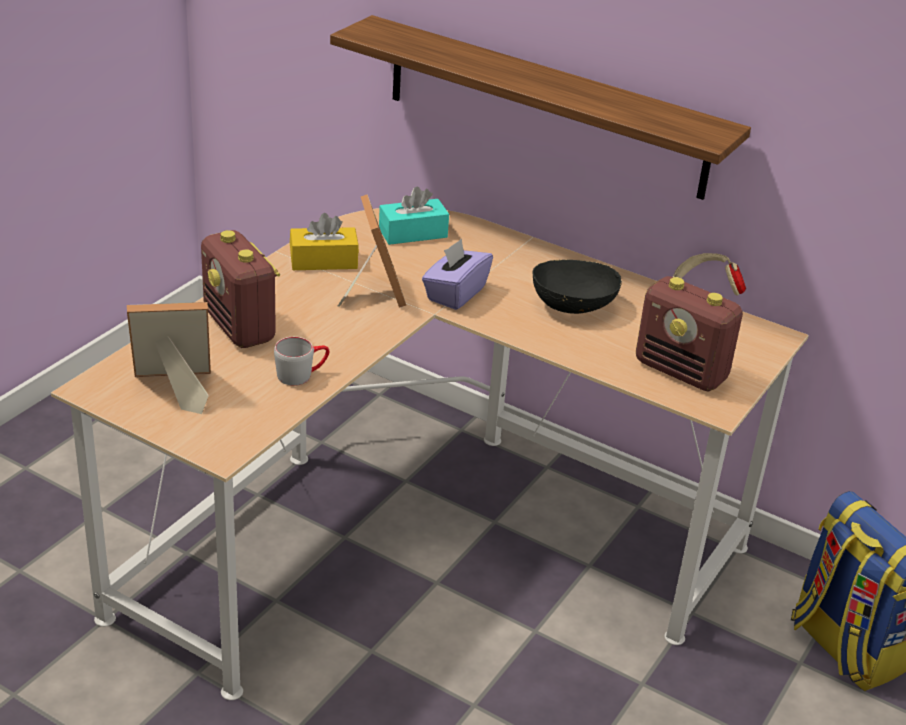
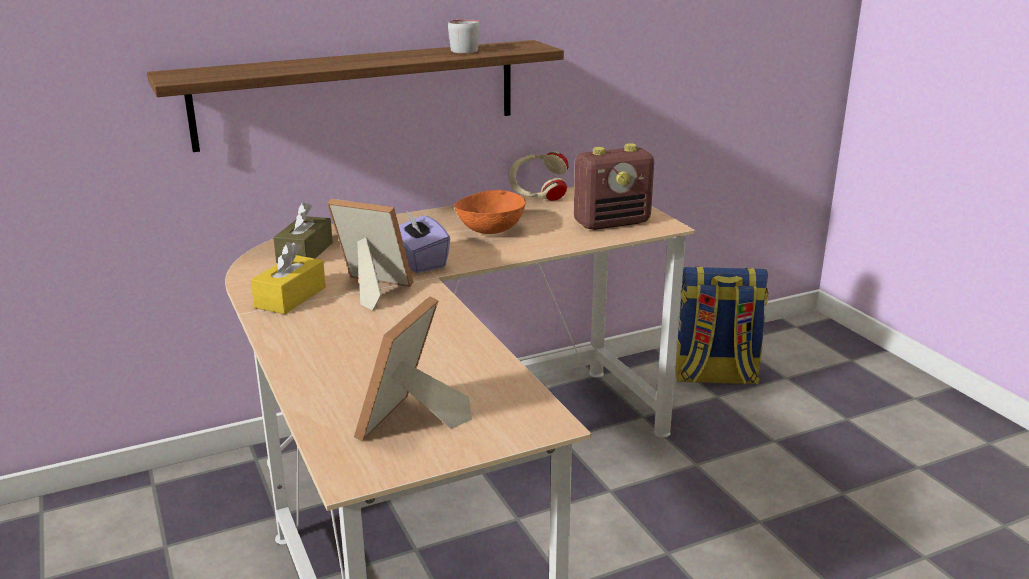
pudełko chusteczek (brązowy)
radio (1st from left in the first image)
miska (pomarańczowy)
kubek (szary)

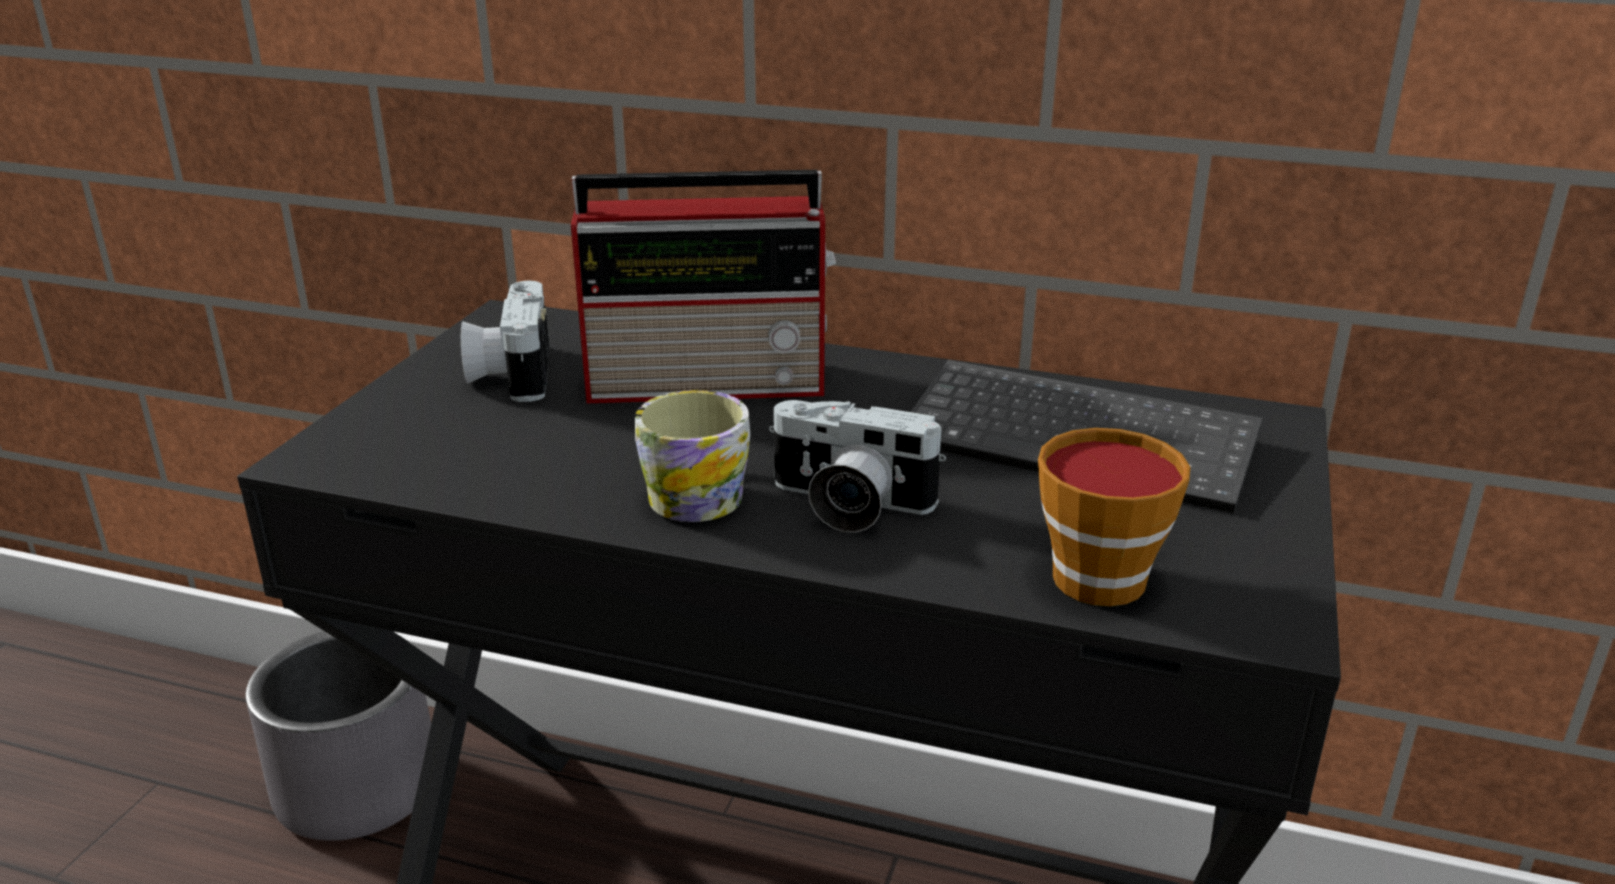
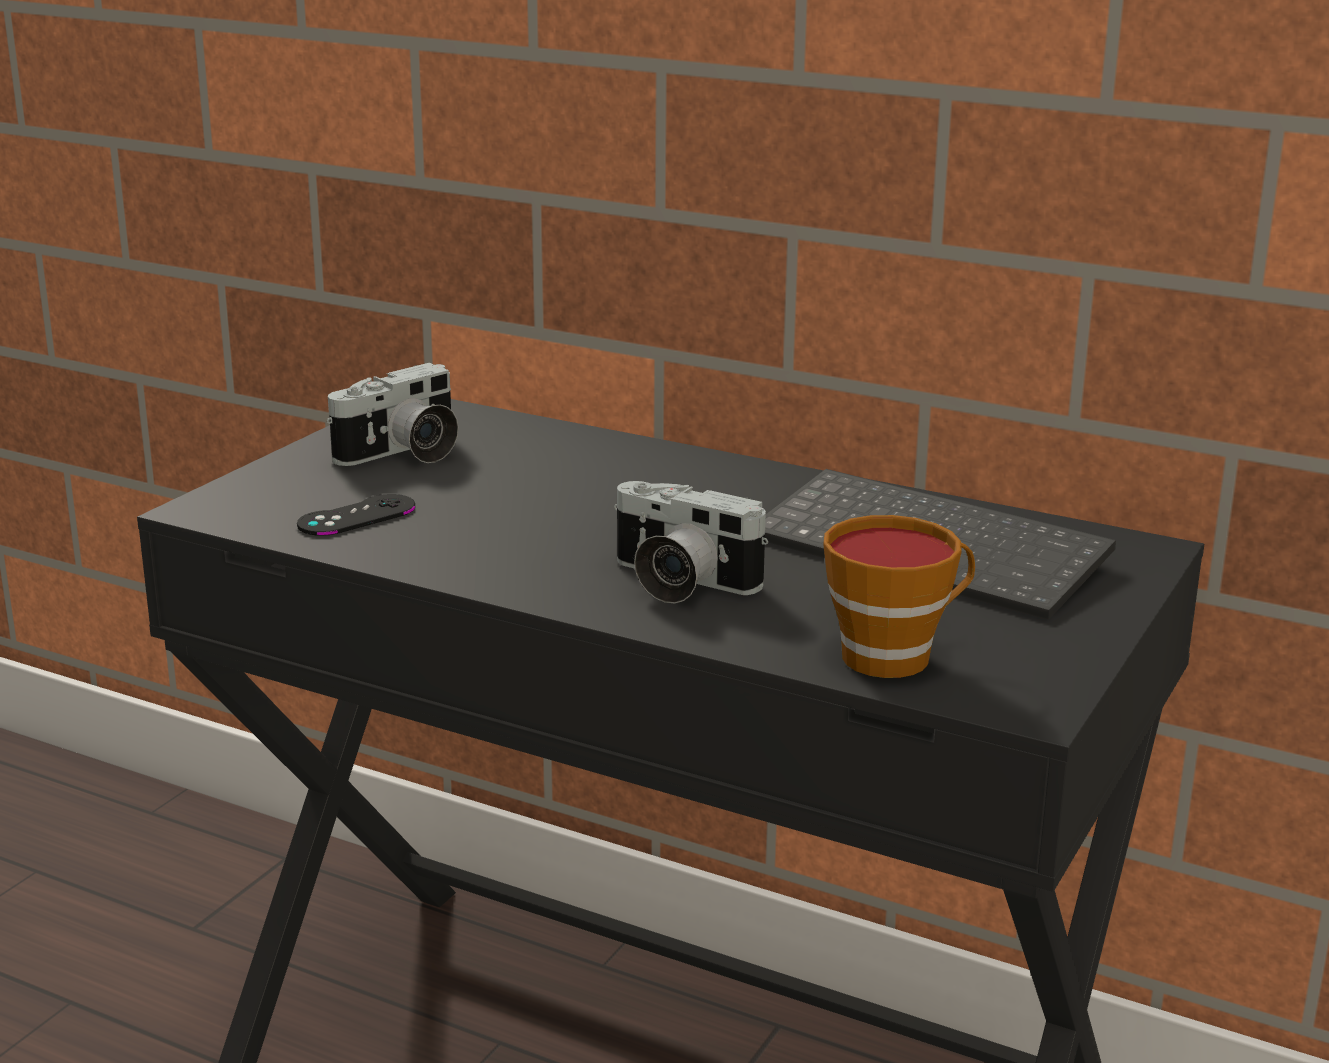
radio
aparat fotograficzny (1st from left)
kubek
donica (szary)
pad do gier (czarny)

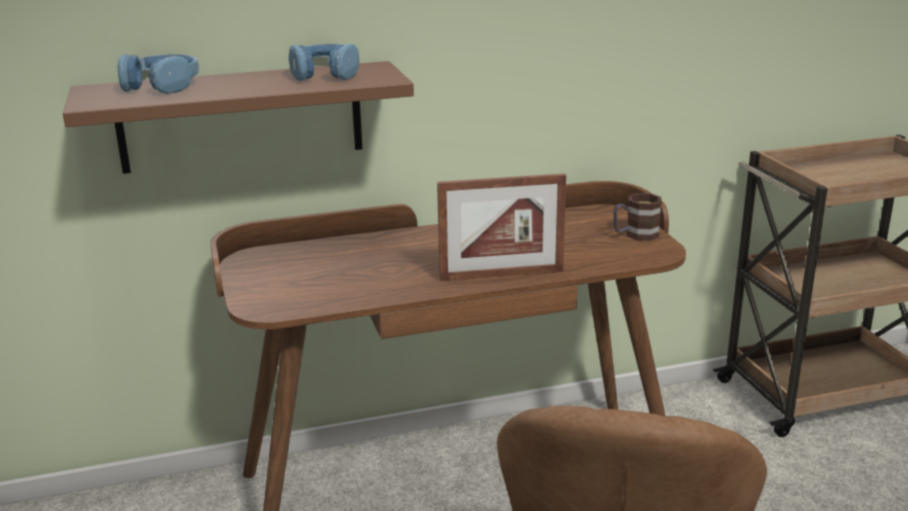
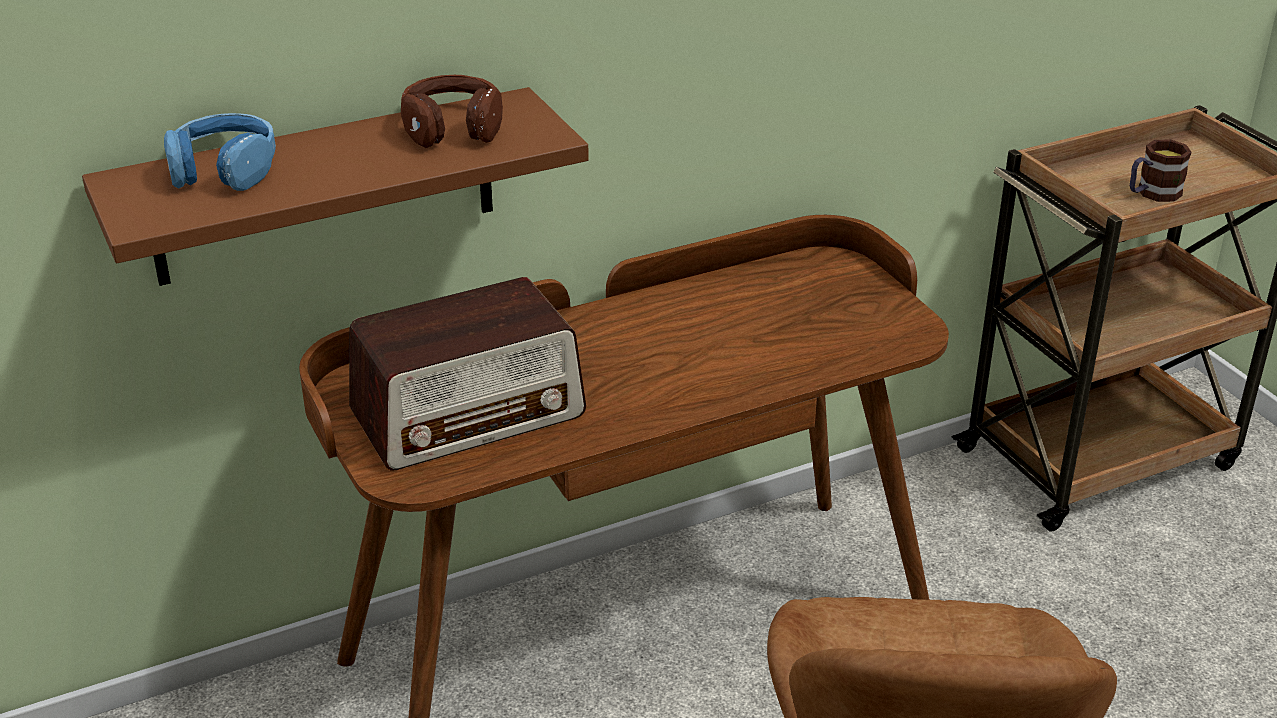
słuchawki (brązowy)
ramka na zdjęcie
kubek
radio

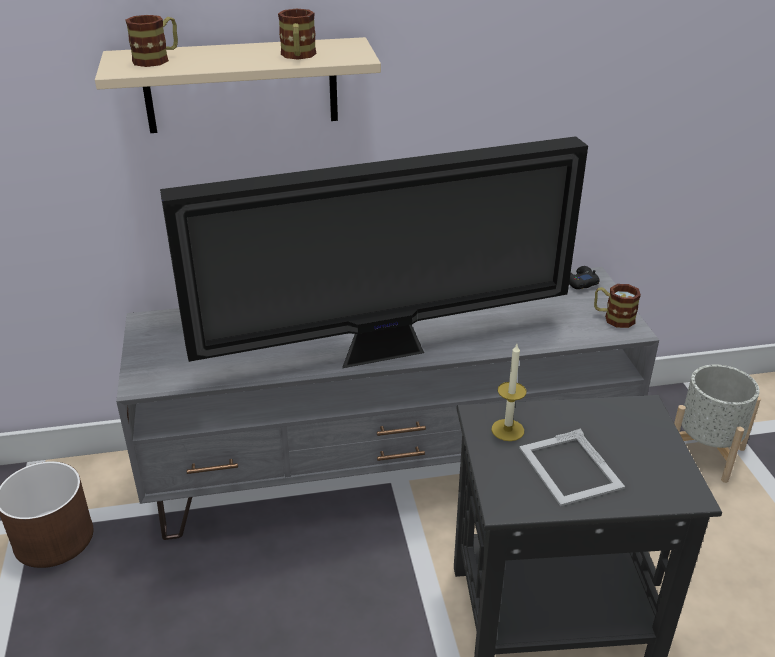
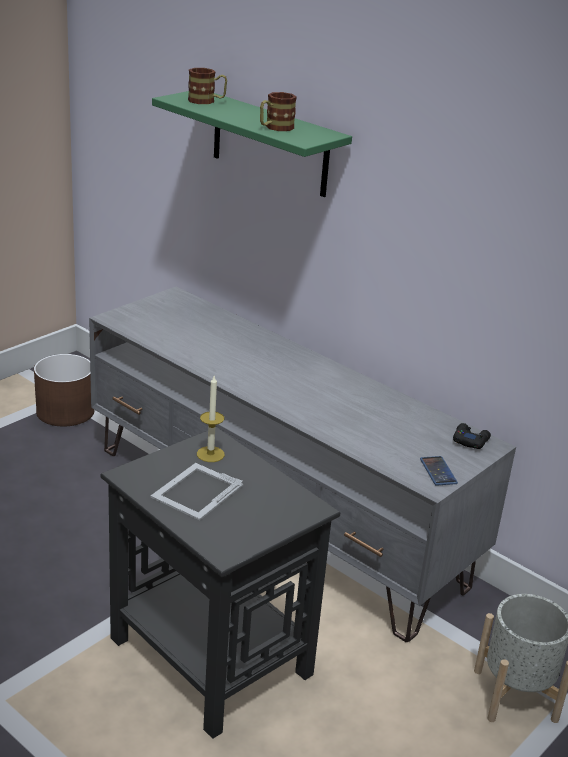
półka (zielony)
telewizor
telefon

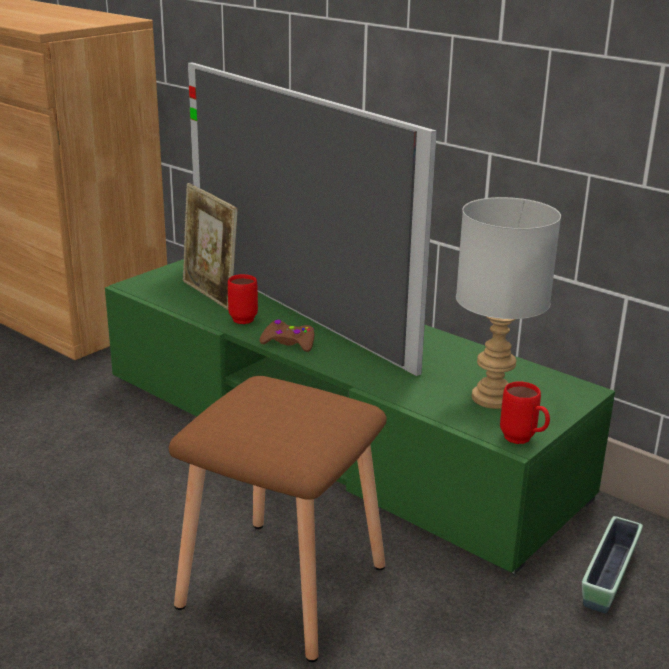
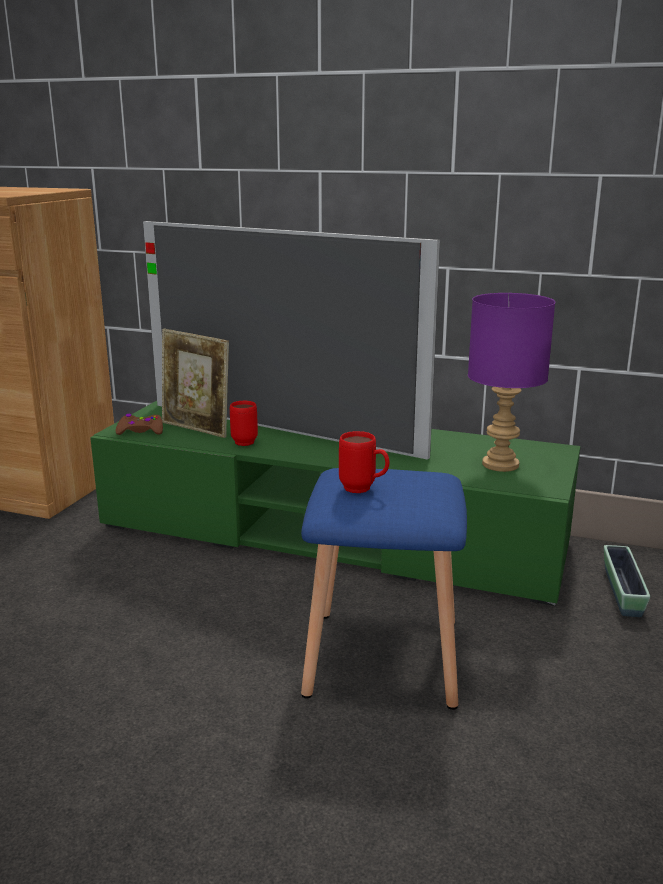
lampa stołowa (fioletowy)
pad do gier (brązowy)
stołek (niebieski)
kubek (czerwony) (2nd from left)

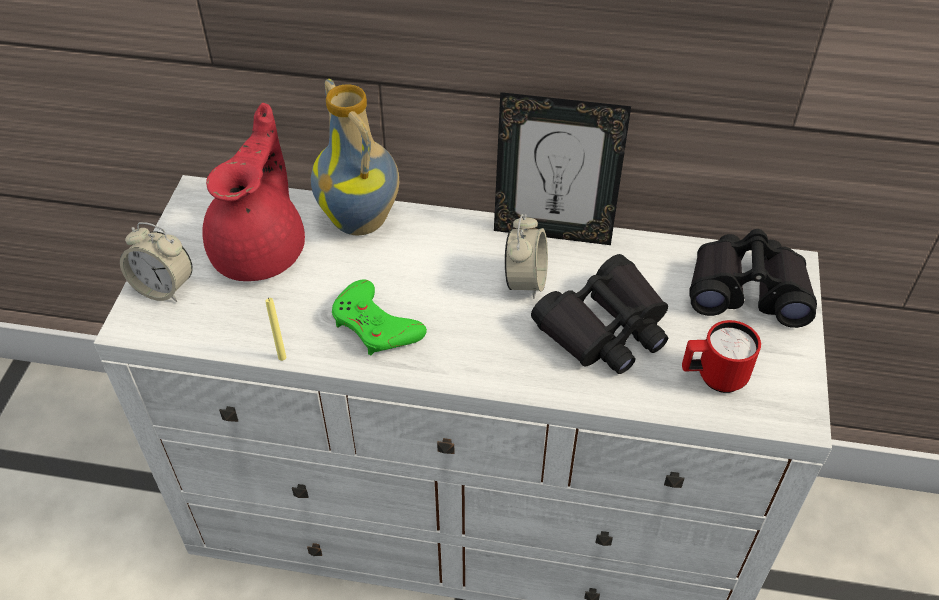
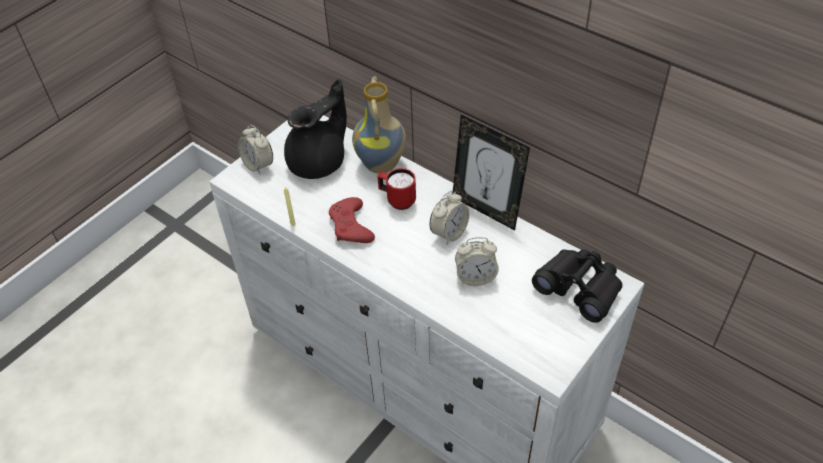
imbryk (czarny)
budzik (3rd from left)
pad do gier (czerwony)
kubek (czerwony)

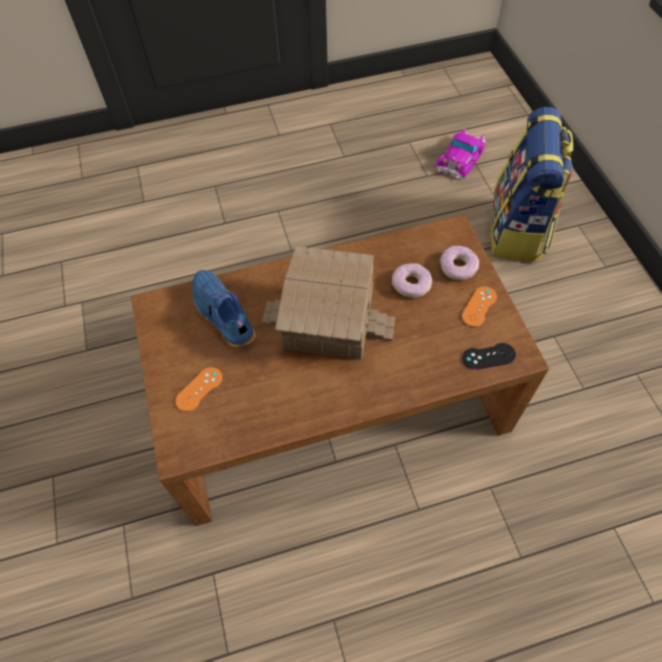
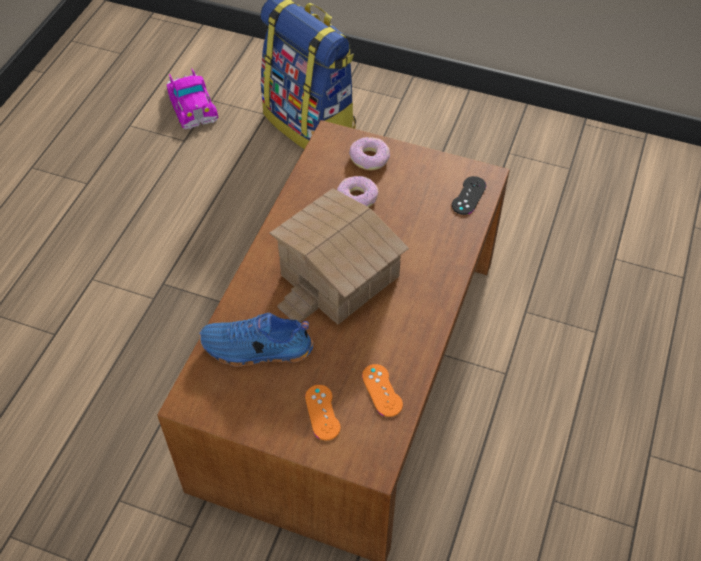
pad do gier (pomarańczowy) (2nd from left)

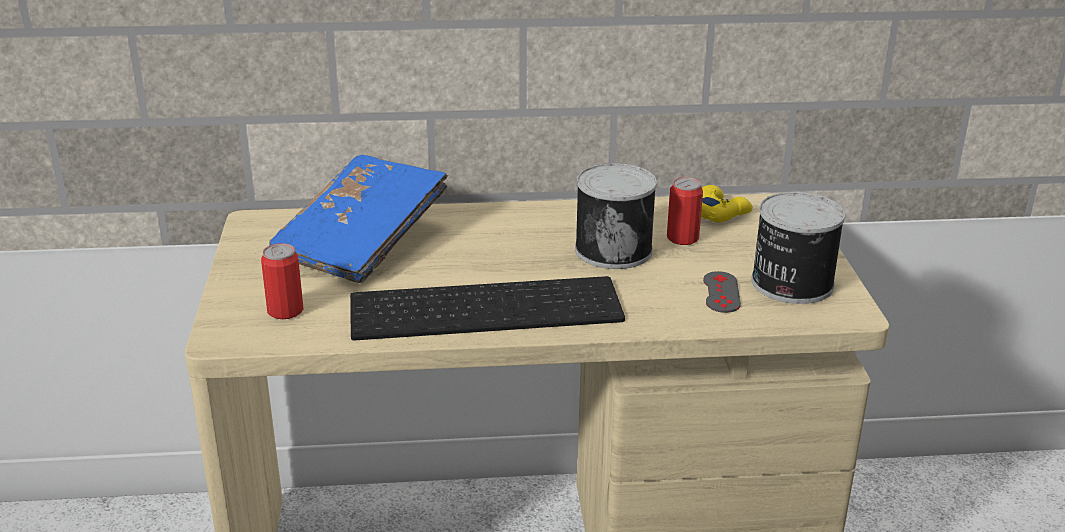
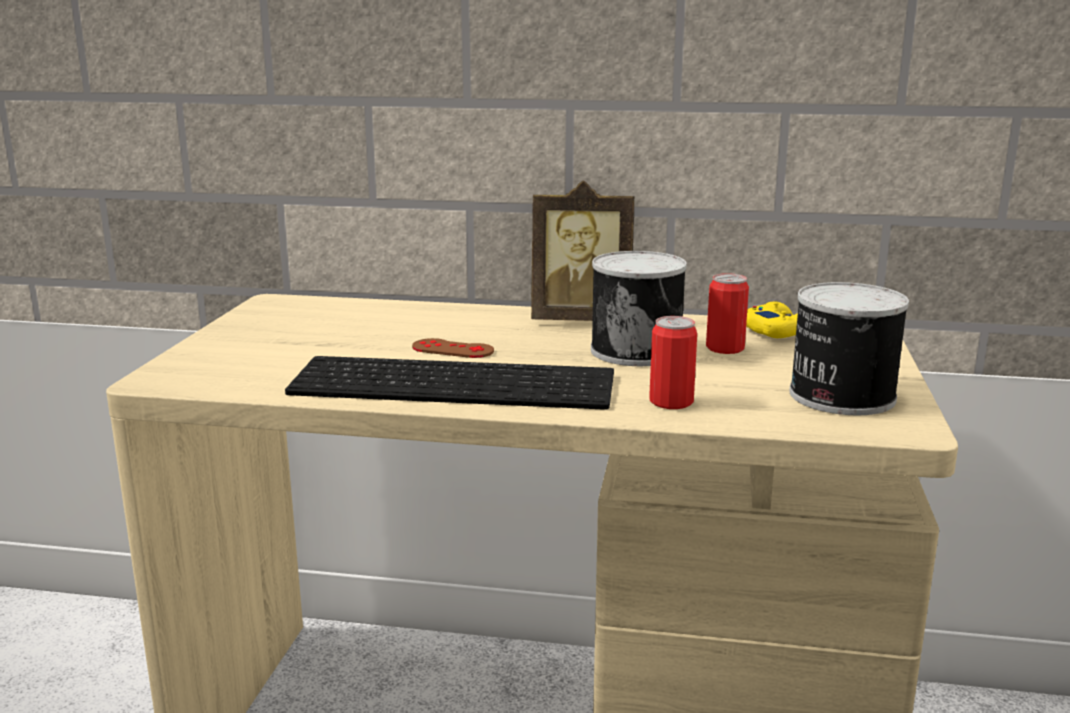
książka (niebieski)
puszka (2nd from left)
pad do gier (szary)
ramka na zdjęcie
pad do gier (brązowy)

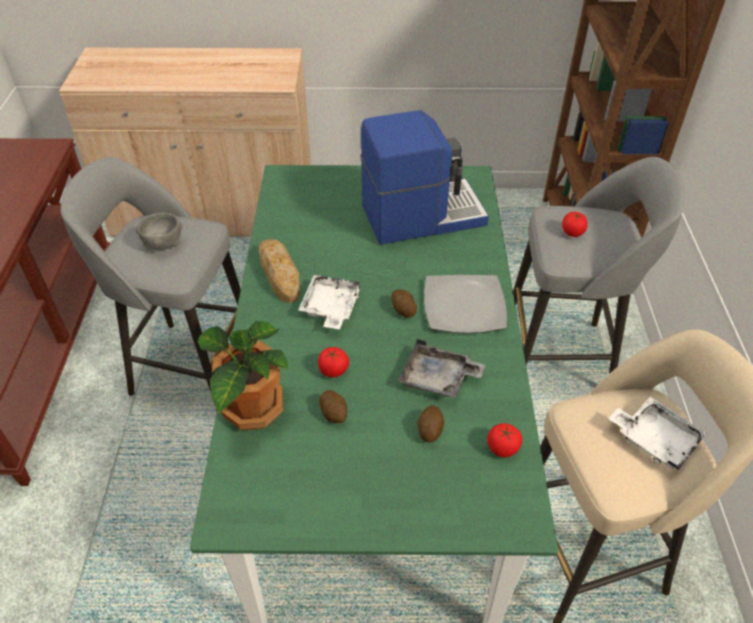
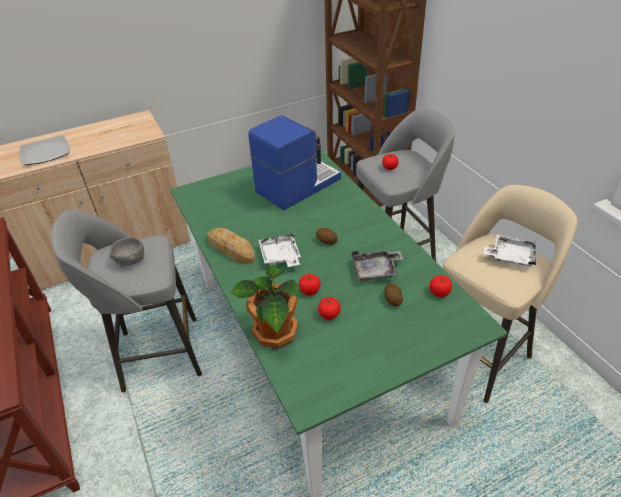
talerz
pomidor (2nd from left)

